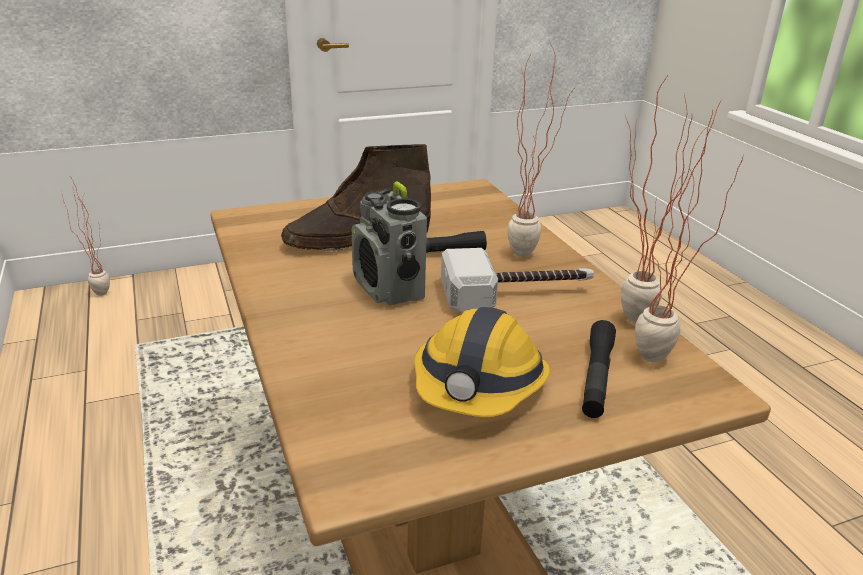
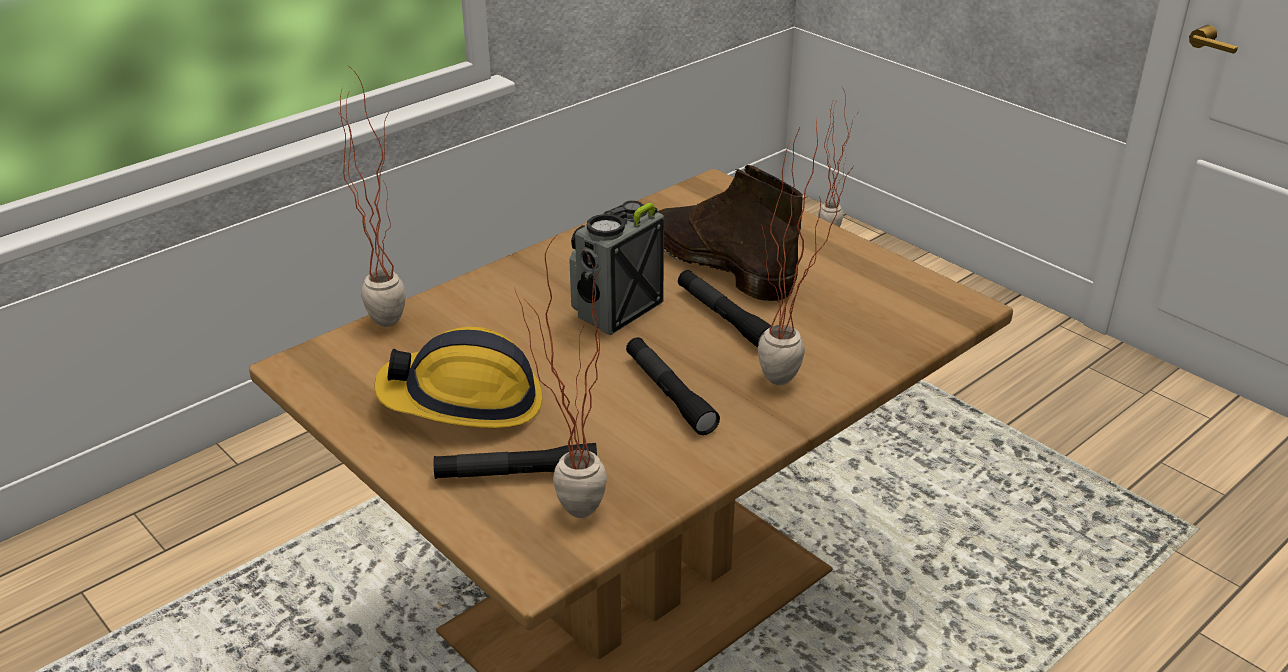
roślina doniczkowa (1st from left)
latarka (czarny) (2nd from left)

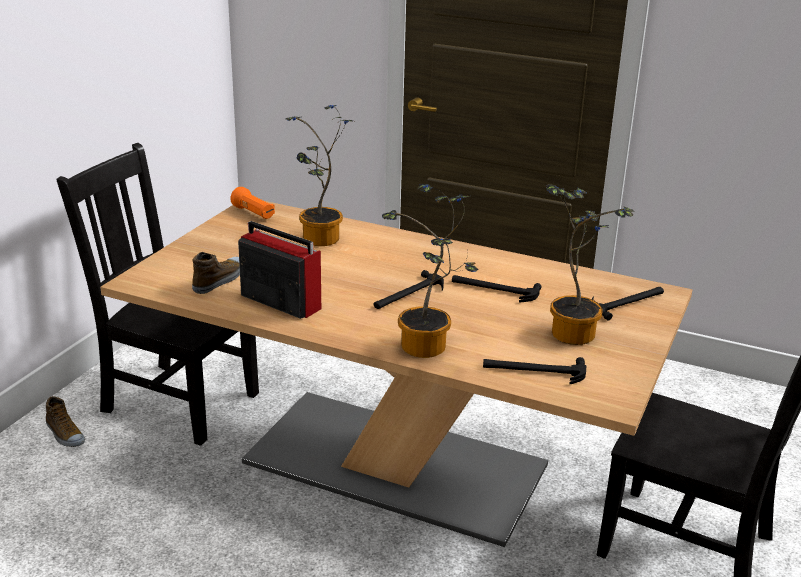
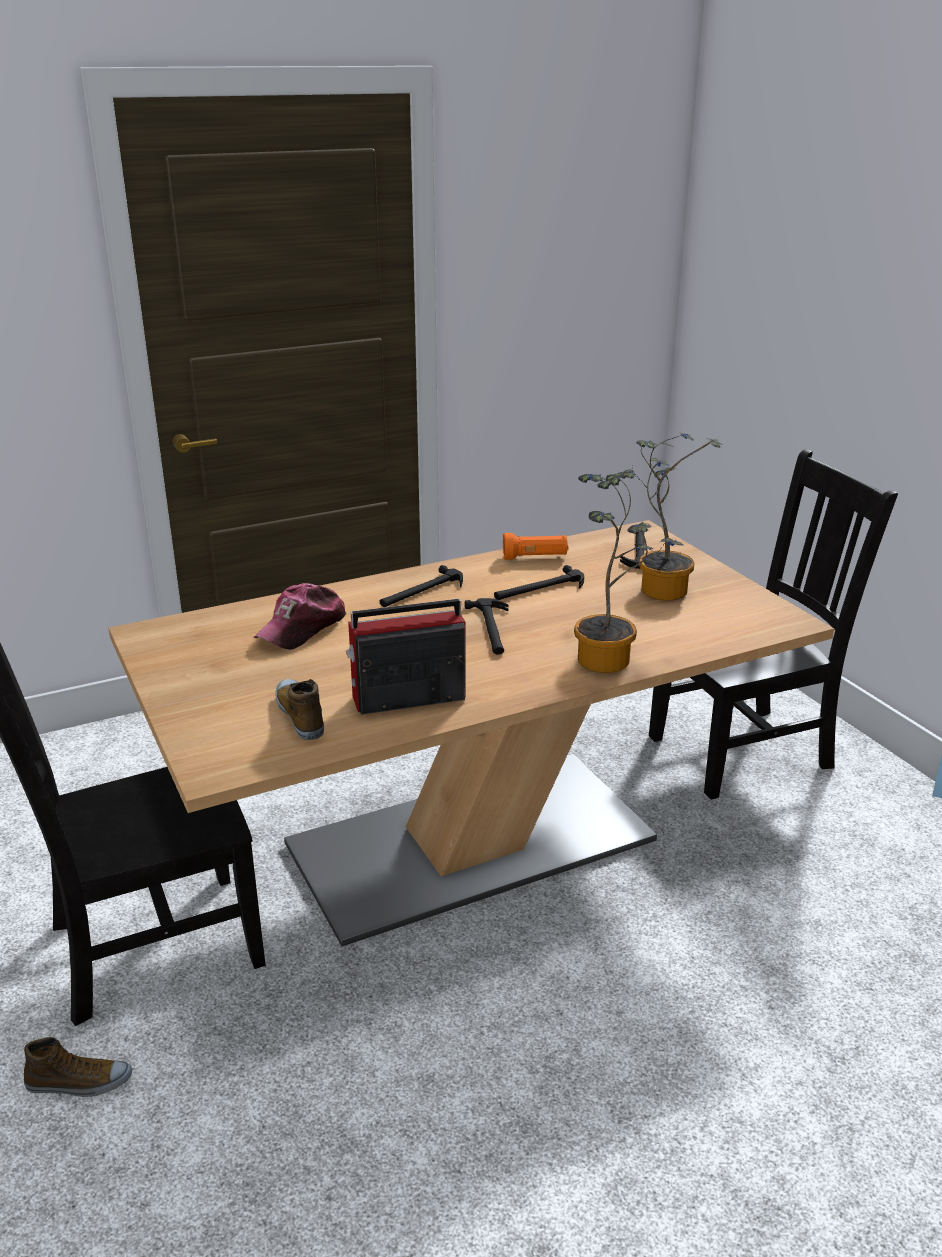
czapka z daszkiem
latarka (pomarańczowy)
młotek (1st from left)

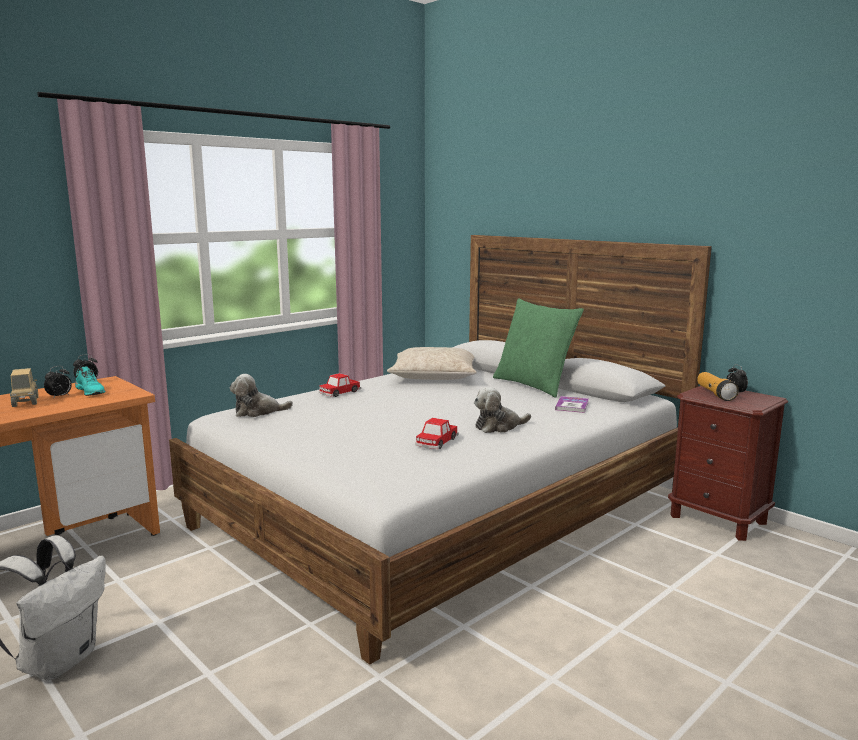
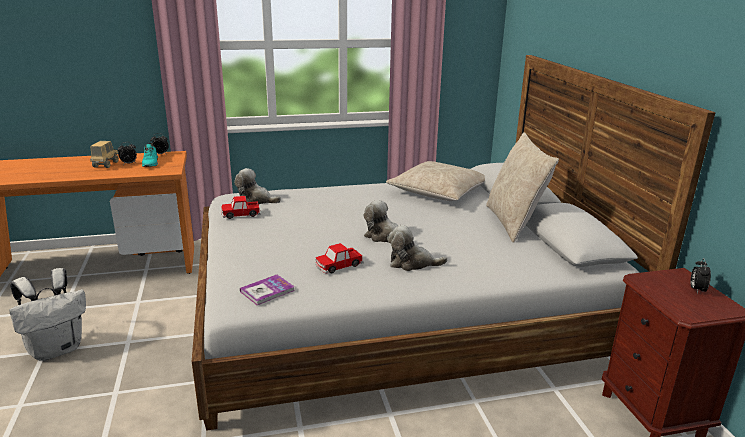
poduszka (beżowy) (2nd from left)
latarka
samochodzik (1st from left)
książka
pluszak (2nd from left)

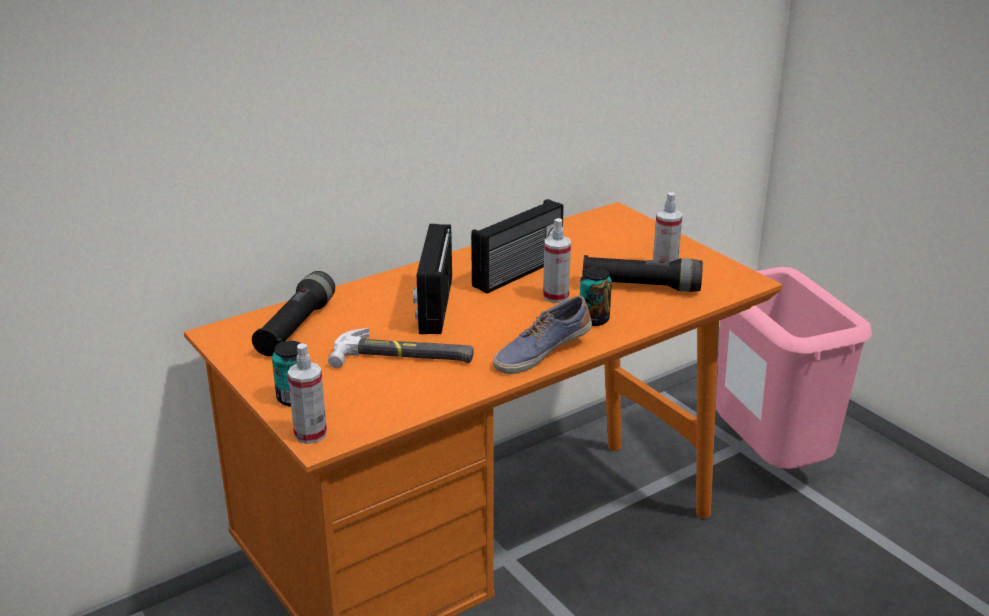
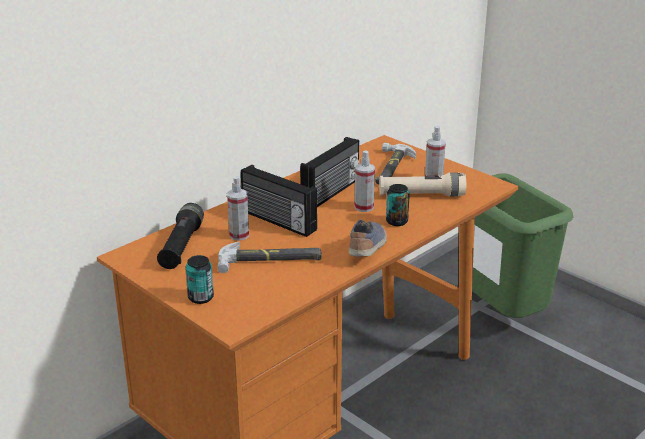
radio (1st from left)
latarka (beżowy)
kosz na śmieci (zielony)
but
spryskiwacz (1st from left)
młotek (2nd from left)

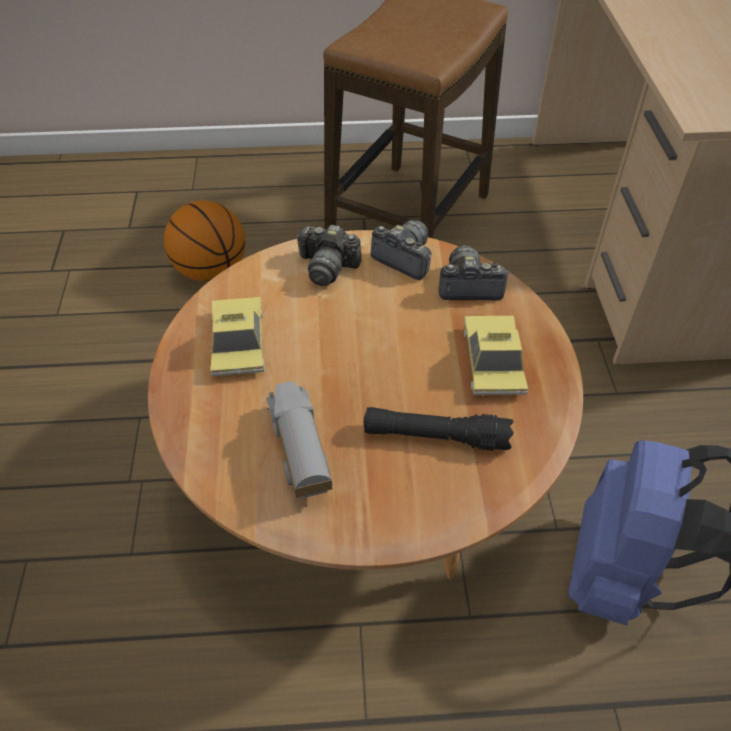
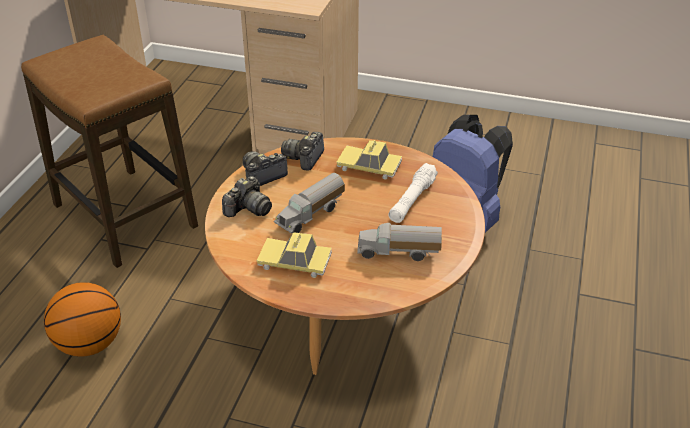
latarka (biały)
ciężarówka zabawkowa (1st from left)

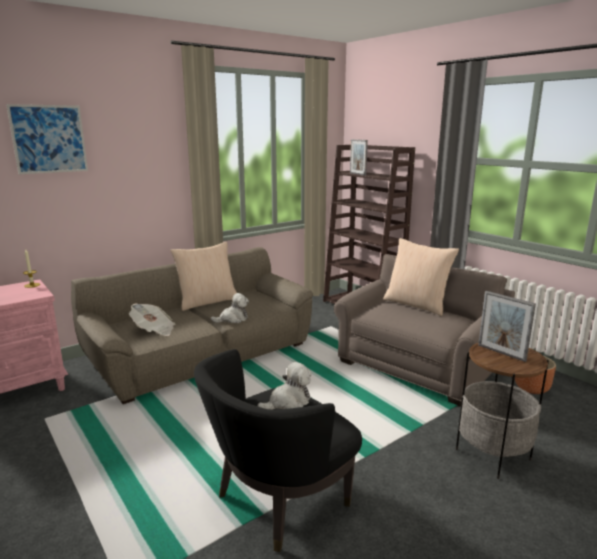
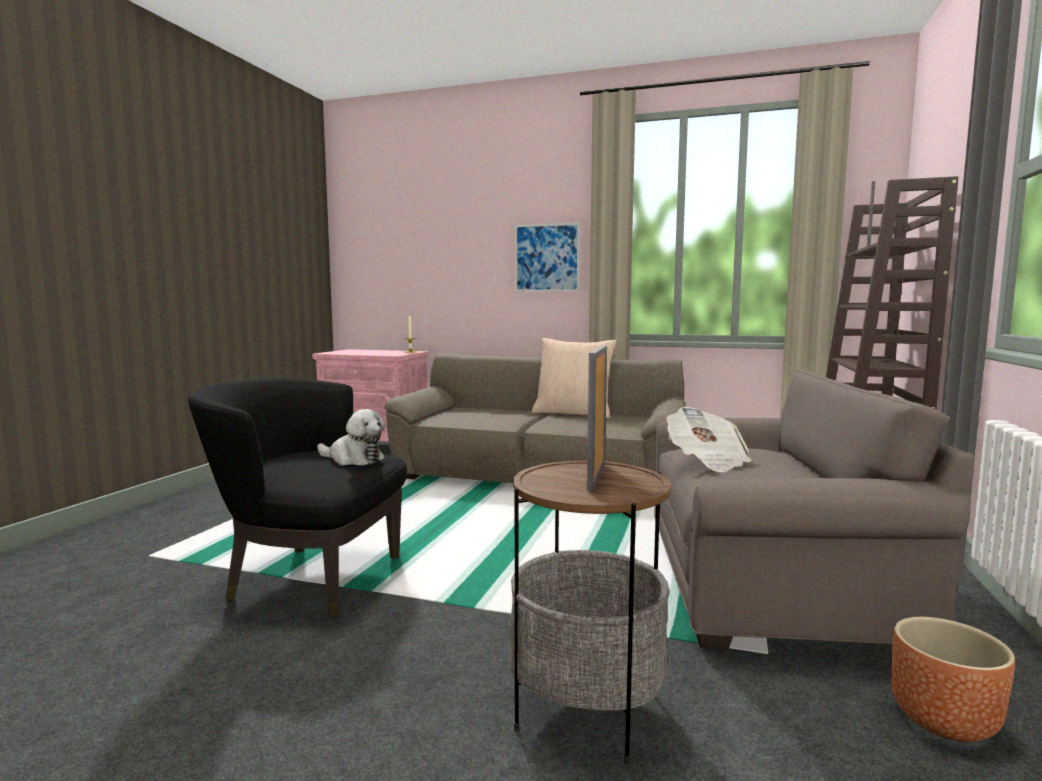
obraz
poduszka (beżowy) (2nd from left in the first image)
pluszak (1st from left in the first image)
gazeta

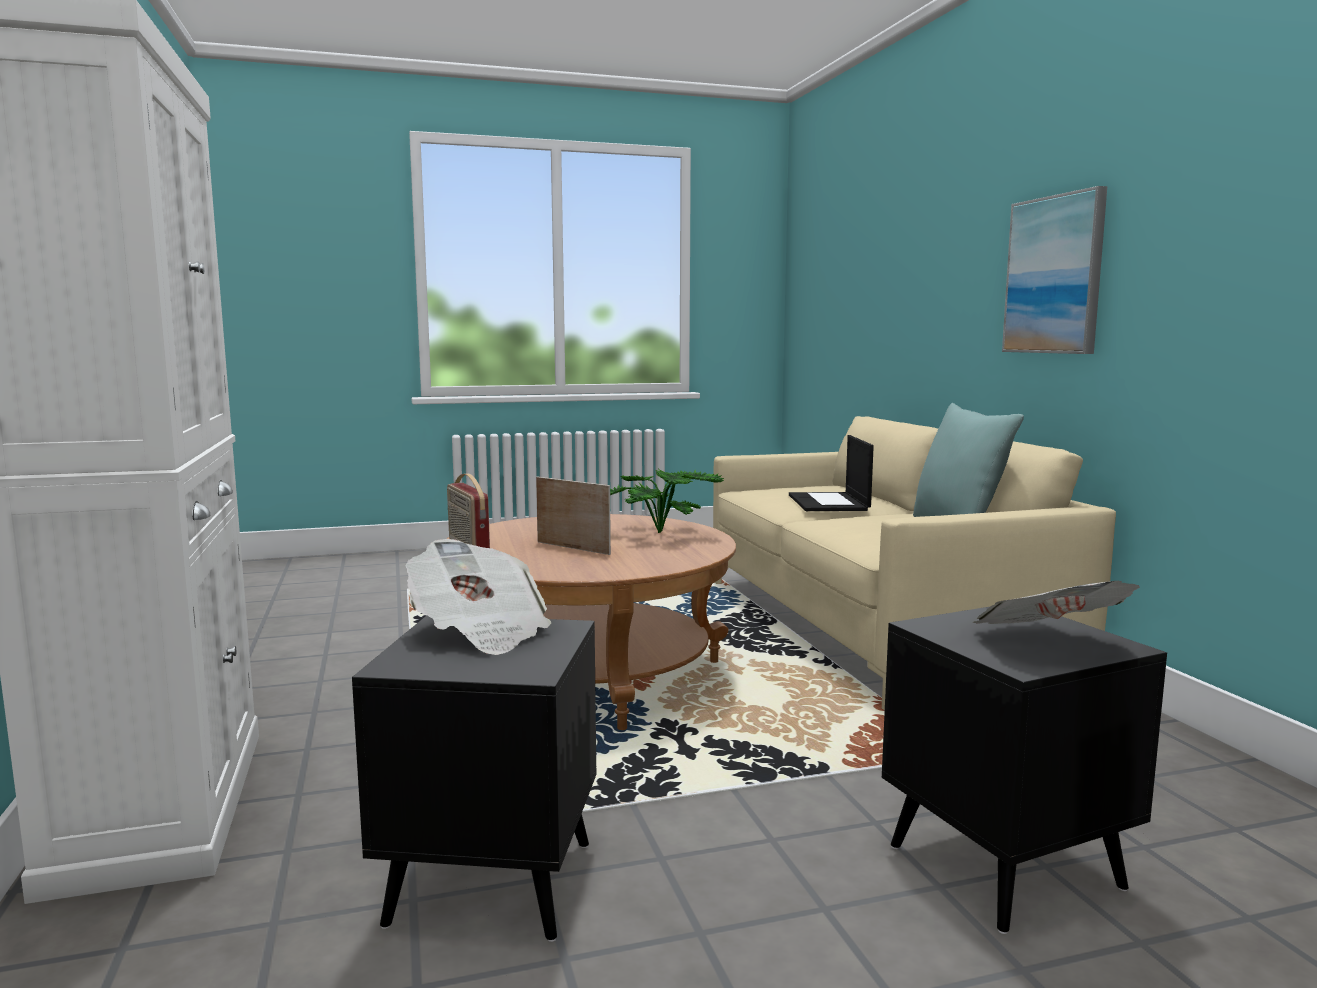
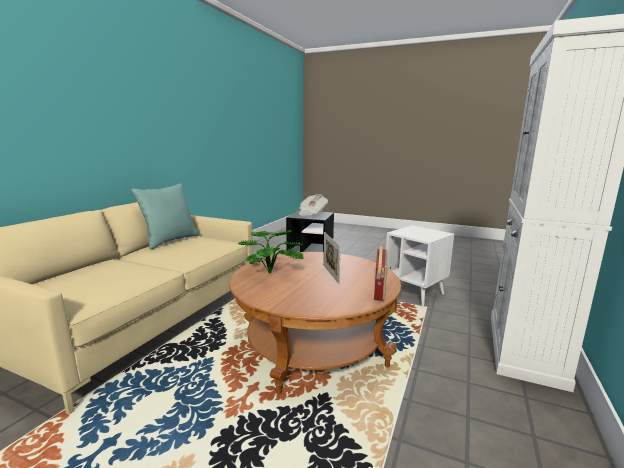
obraz
laptop
gazeta (1st from left in the first image)
stolik (biały)

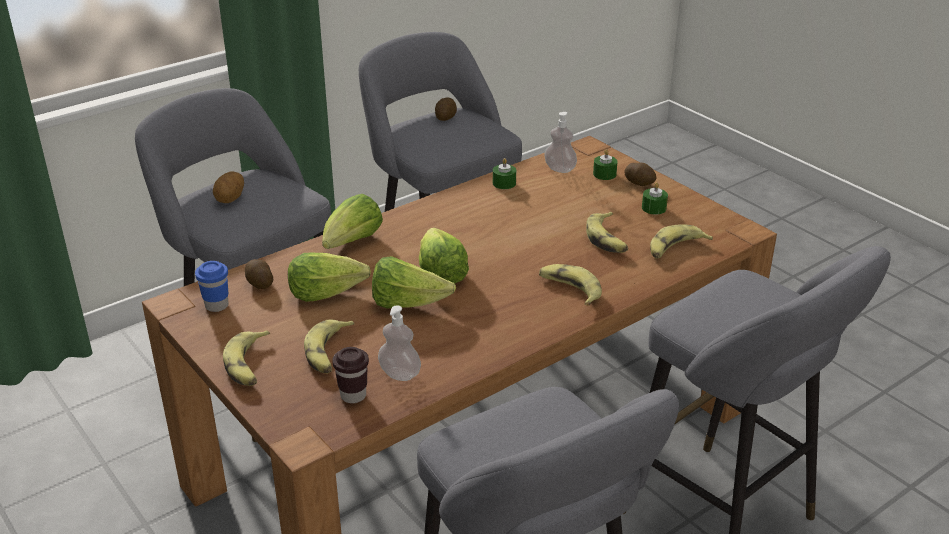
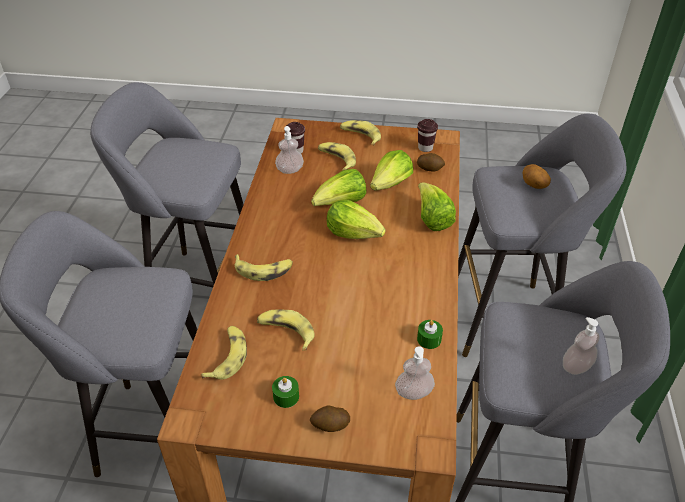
dozownik mydła (3rd from left)
świeca (zielony) (2nd from left in the first image)
filiżanka (brązowy) (2nd from left)

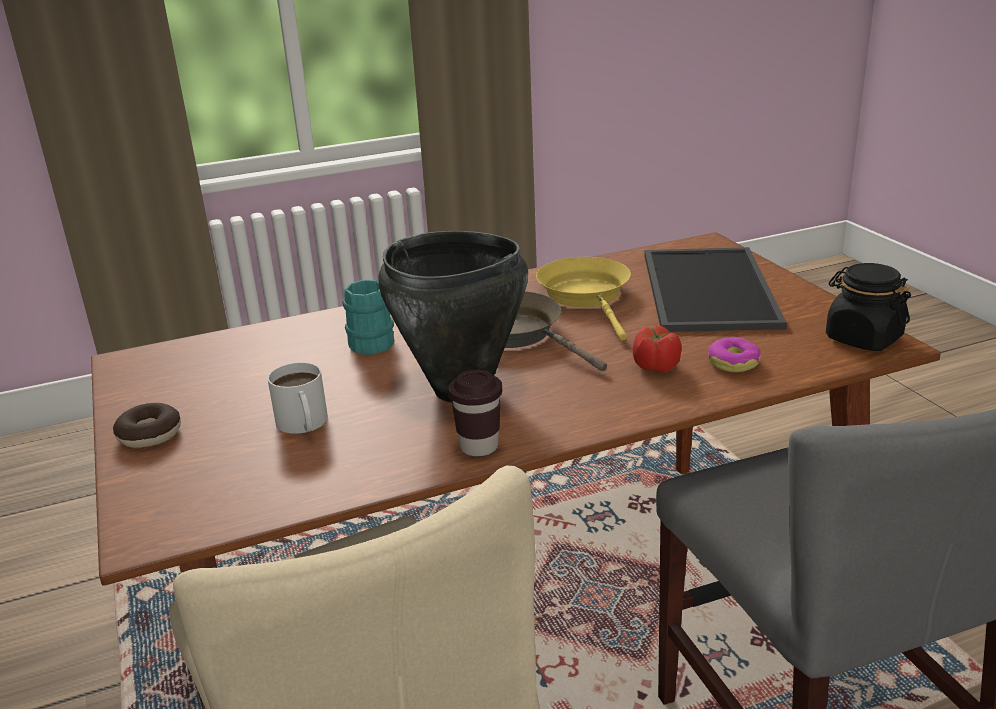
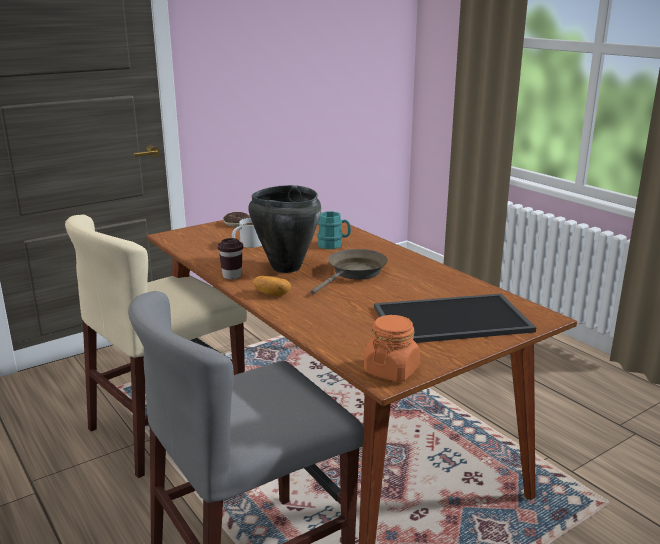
patelnia (żółty)
słoik (pomarańczowy)
pomidor
donut (2nd from left in the first image)
ziemniak

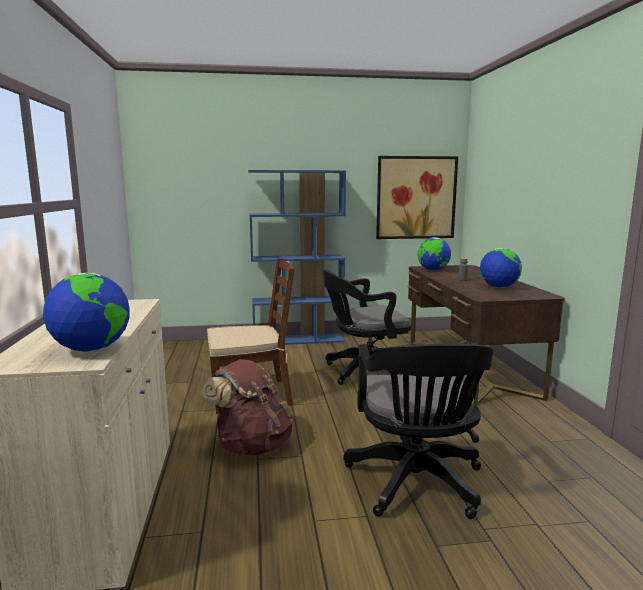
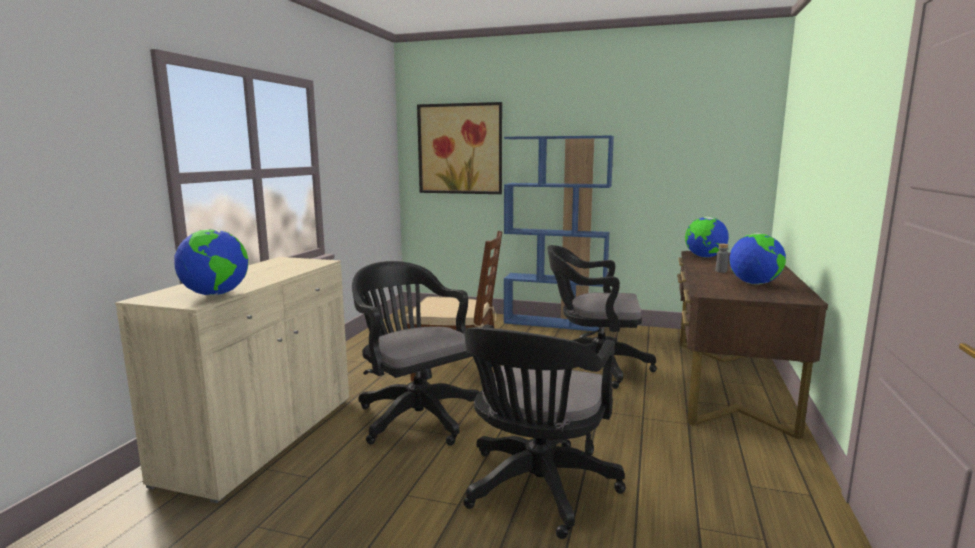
obraz
krzesło biurowe (czarny) (1st from left)

